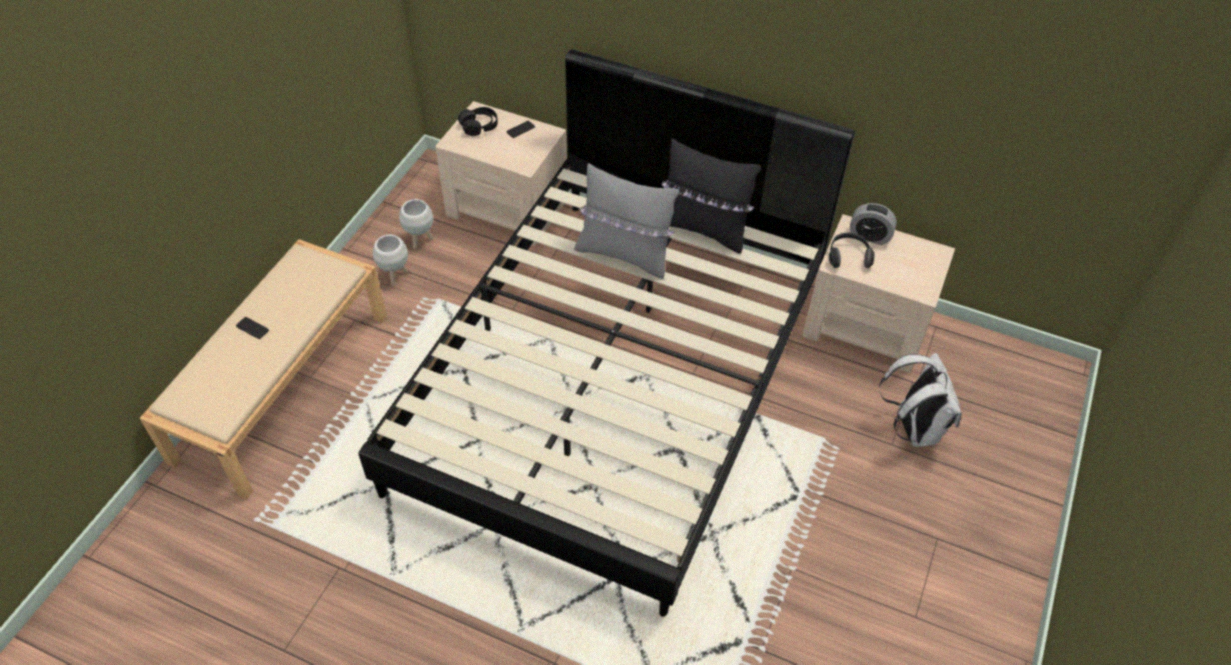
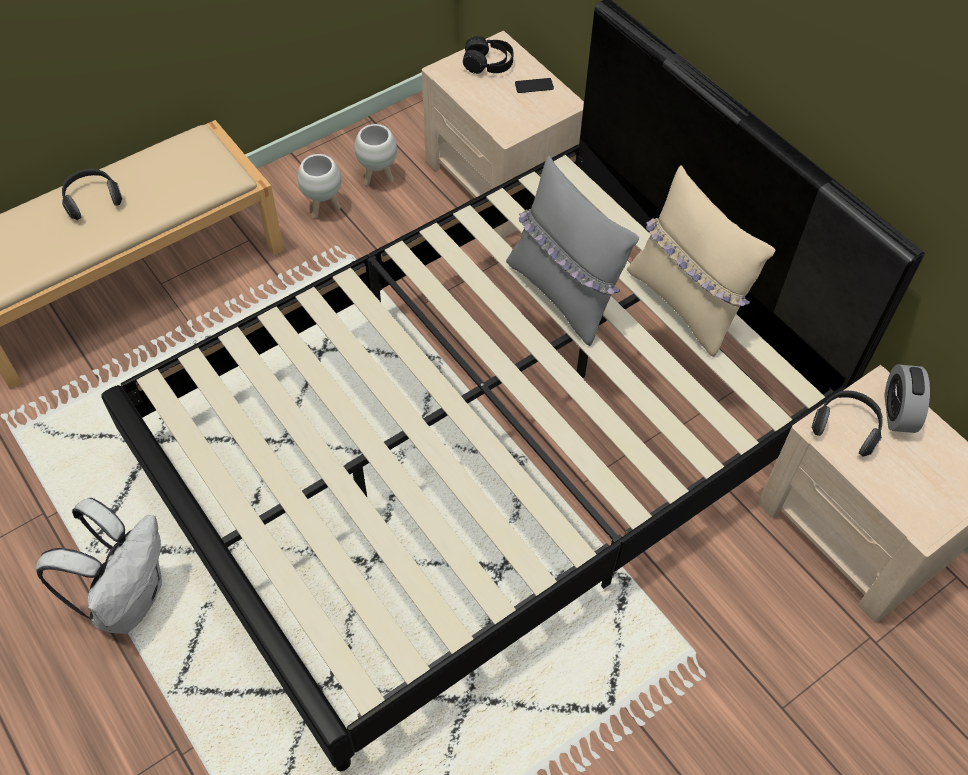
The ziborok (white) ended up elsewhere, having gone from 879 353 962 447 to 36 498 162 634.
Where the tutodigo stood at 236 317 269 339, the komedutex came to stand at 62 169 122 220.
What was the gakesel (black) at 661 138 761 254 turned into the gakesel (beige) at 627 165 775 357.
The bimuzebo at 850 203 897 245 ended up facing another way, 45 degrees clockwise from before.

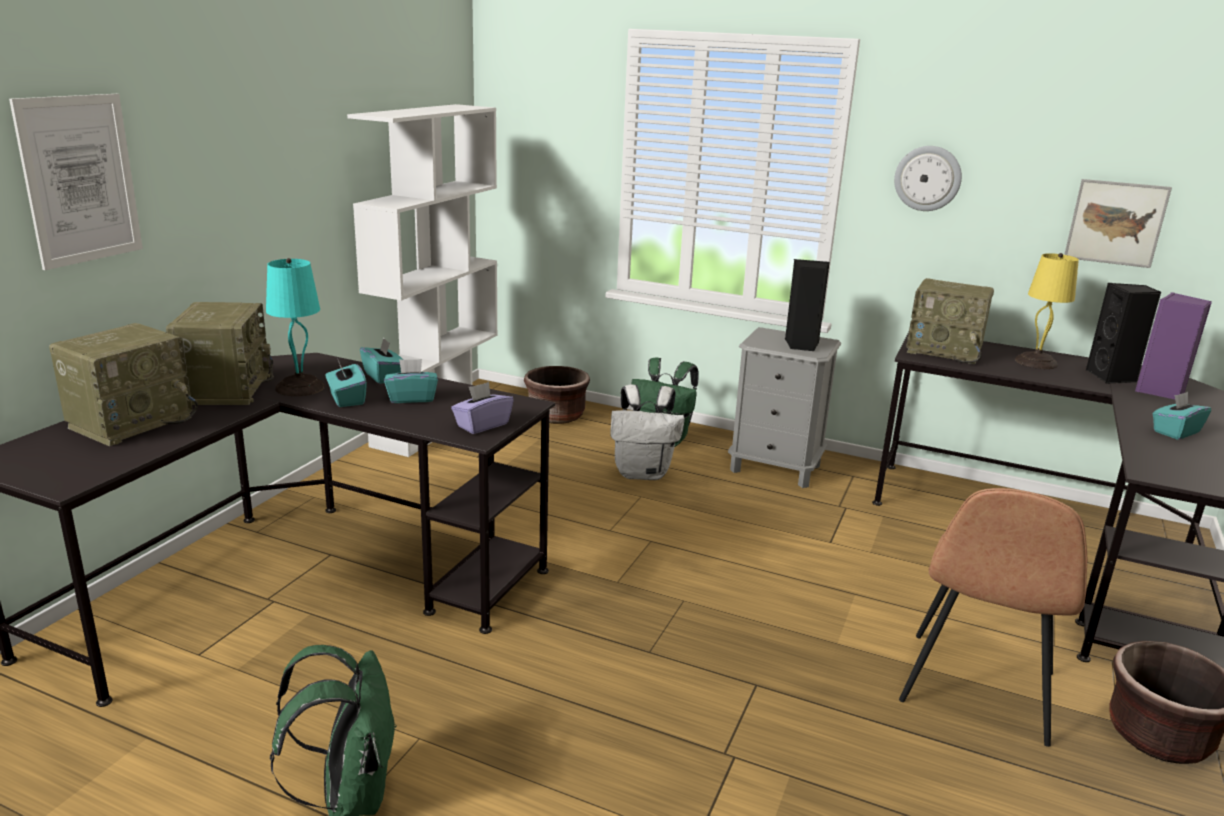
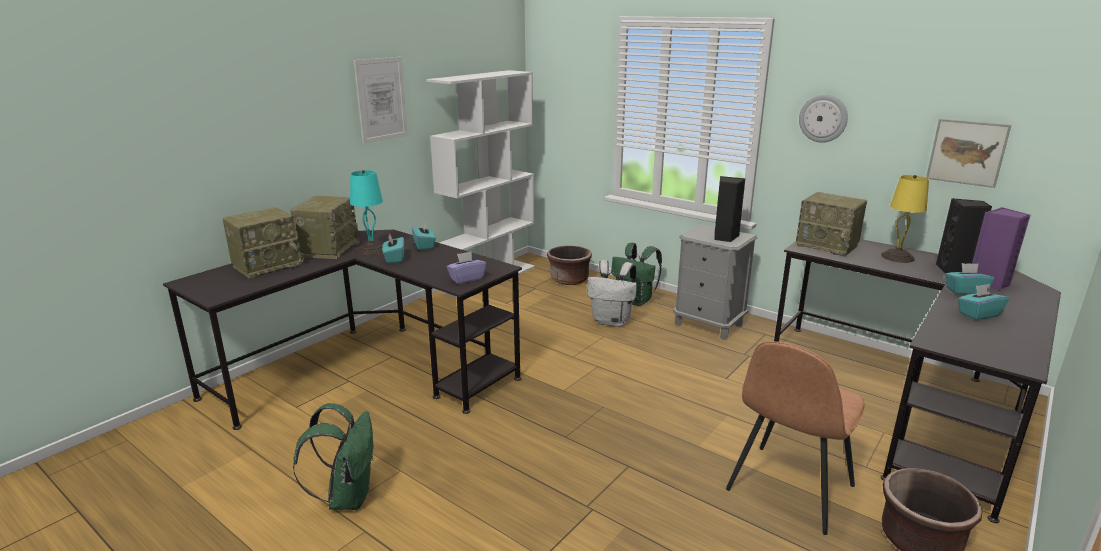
The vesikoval ended up elsewhere, having gone from 9 94 143 270 to 354 57 408 144.
The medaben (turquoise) ended up elsewhere, having gone from 384 359 438 403 to 945 263 994 294.

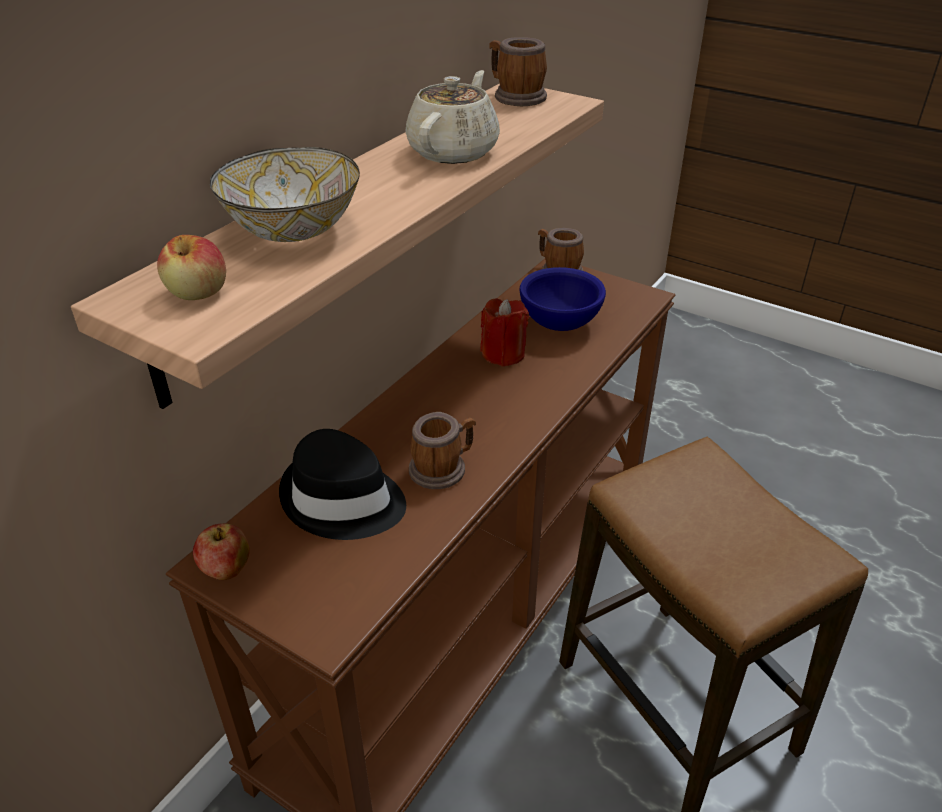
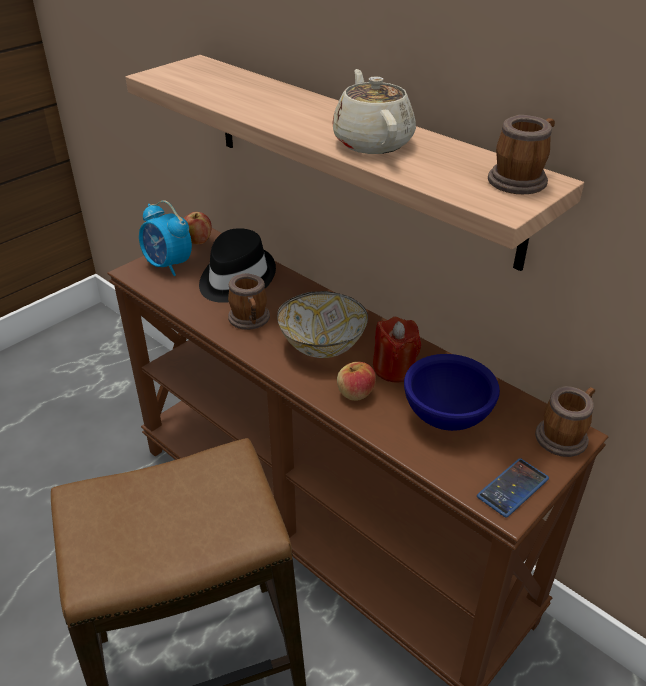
The second view gained the bimuzebo at 139 200 192 276.
The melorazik ended up elsewhere, having gone from 210 147 360 242 to 277 291 368 358.
The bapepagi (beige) at 405 70 500 164 ended up facing another way, 135 degrees counterclockwise from before.
The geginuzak ended up elsewhere, having gone from 157 235 226 300 to 337 362 376 401.
The second view gained the tutodigo at 477 458 549 518.

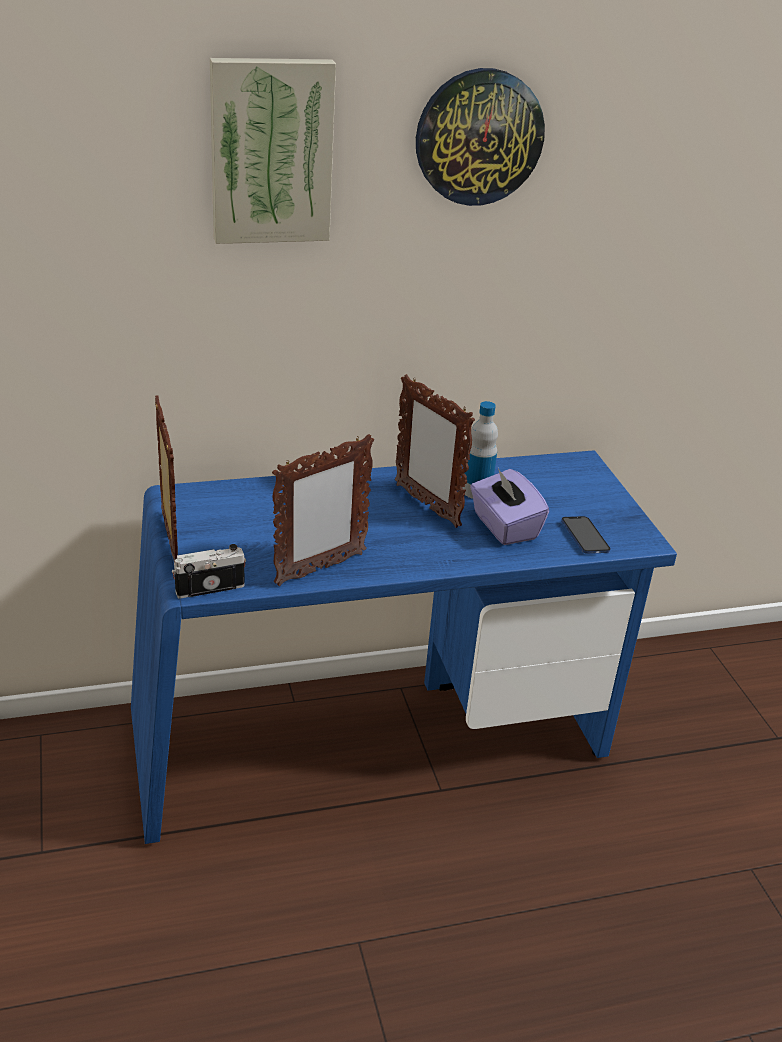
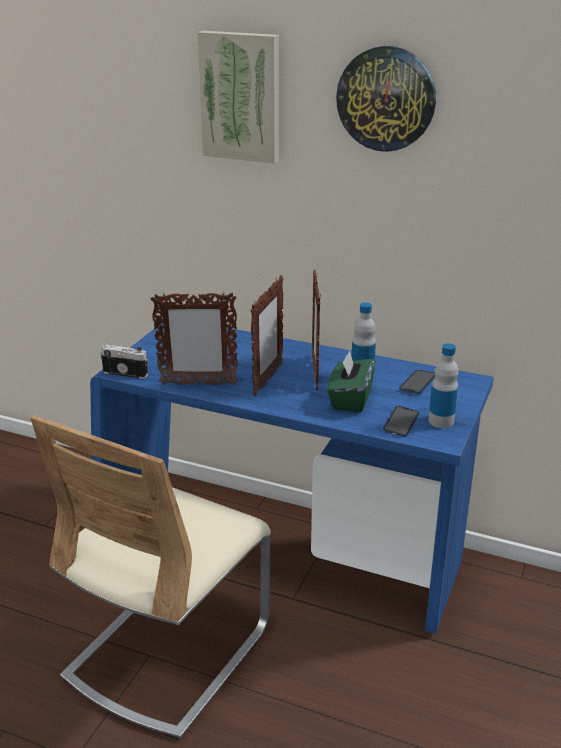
The second view gained the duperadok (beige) at 30 415 271 739.
The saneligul ended up elsewhere, having gone from 155 395 178 562 to 250 275 283 396.
What was the medaben (purple) at 470 468 549 545 turned into the medaben (green) at 327 350 376 412.
The second view gained the tutodigo at 399 370 435 394.
The second view gained the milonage at 428 343 459 428.

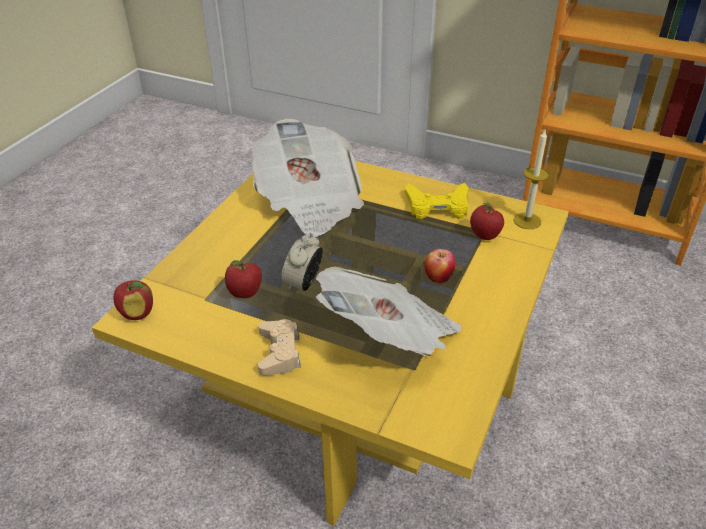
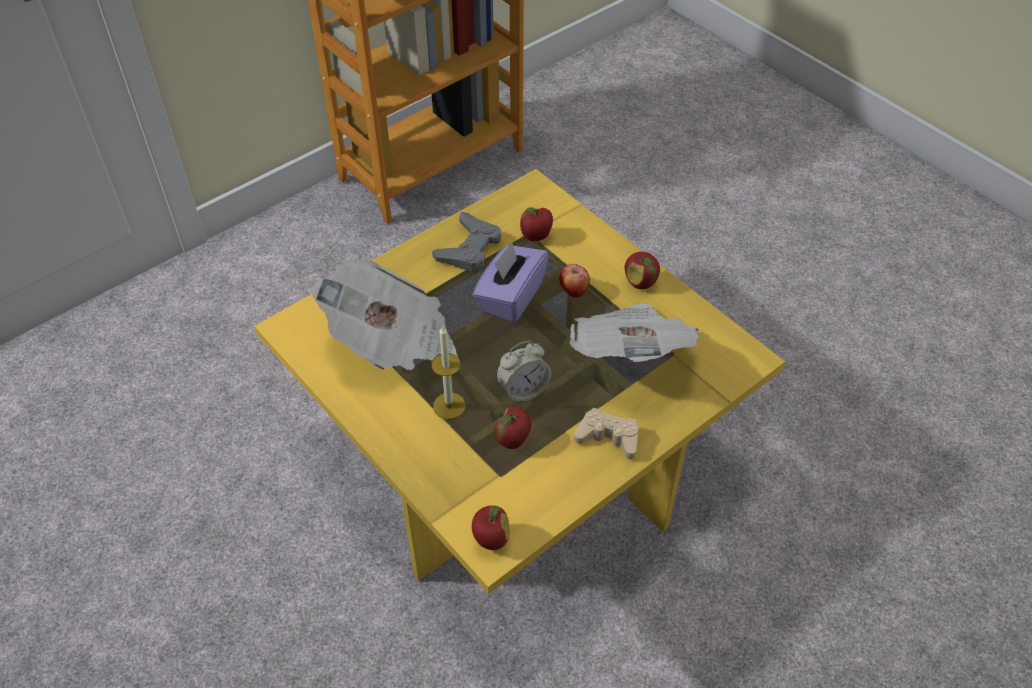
The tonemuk ended up elsewhere, having gone from 513 130 549 229 to 431 325 466 419.
What was the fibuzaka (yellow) at 405 183 469 219 turned into the fibuzaka (grey) at 432 212 501 272.
The second view gained the medaben (purple) at 473 242 549 323.
The bimuzebo at 281 233 323 291 ended up facing another way, 75 degrees counterclockwise from before.
The second view gained the geginuzak at 624 252 660 289.

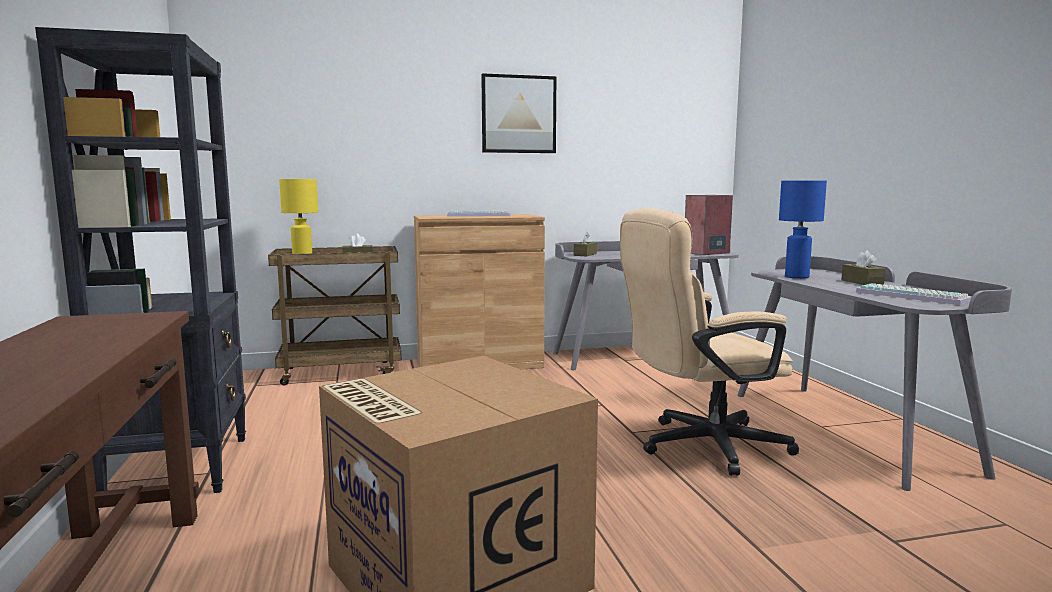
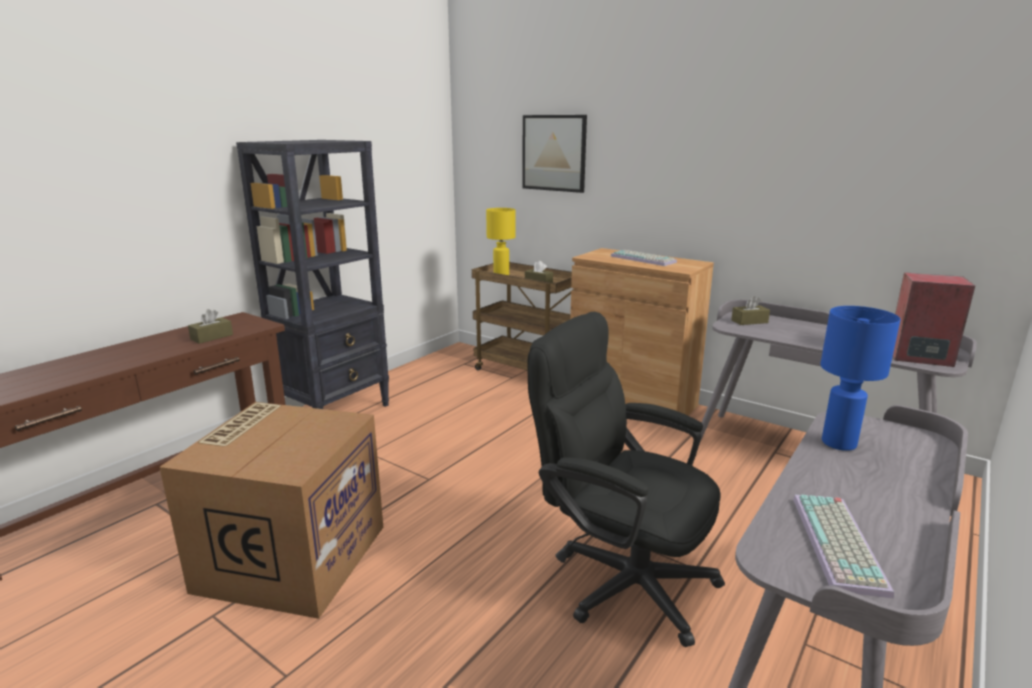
The medaben (brown) ended up elsewhere, having gone from 841 250 885 285 to 188 309 233 344.
The vesikoval ended up elsewhere, having gone from 481 73 556 153 to 522 115 587 193.
What was the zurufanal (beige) at 620 208 799 476 turned into the zurufanal (black) at 527 312 725 647.

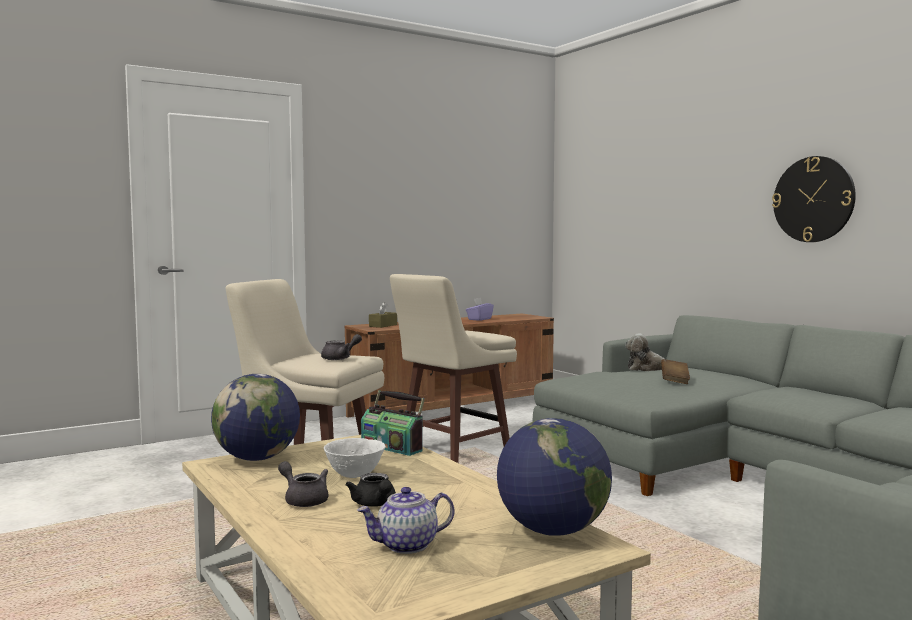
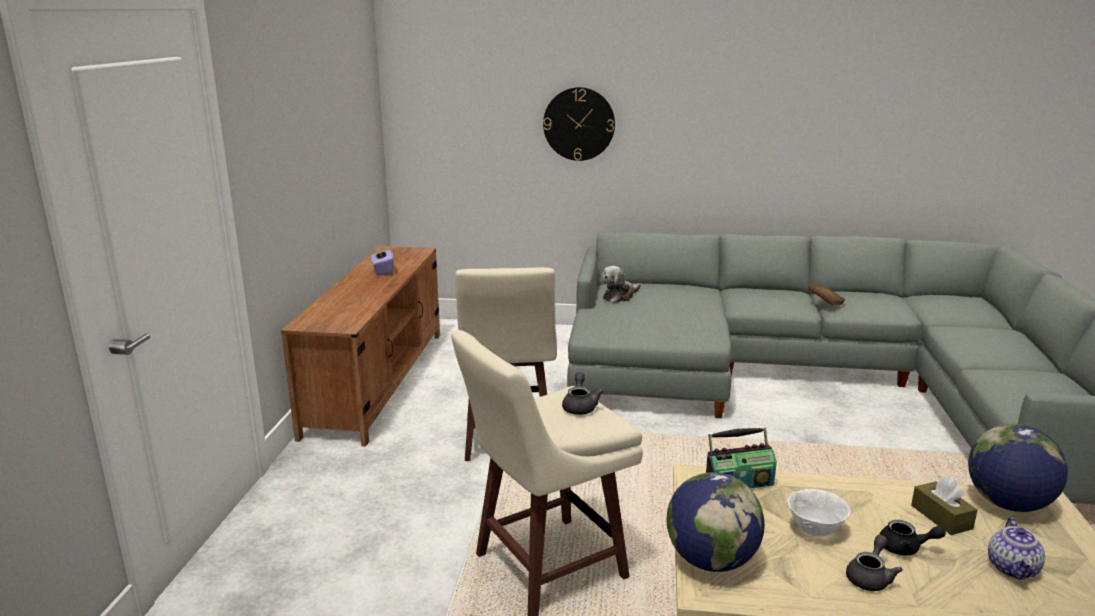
The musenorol ended up elsewhere, having gone from 772 156 856 242 to 543 87 615 161.
The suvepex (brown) ended up elsewhere, having gone from 661 359 690 384 to 808 284 845 306.
The bapepagi (grey) at 278 461 328 507 ended up facing another way, 135 degrees clockwise from before.
The medaben (brown) ended up elsewhere, having gone from 369 302 397 328 to 911 476 978 535.

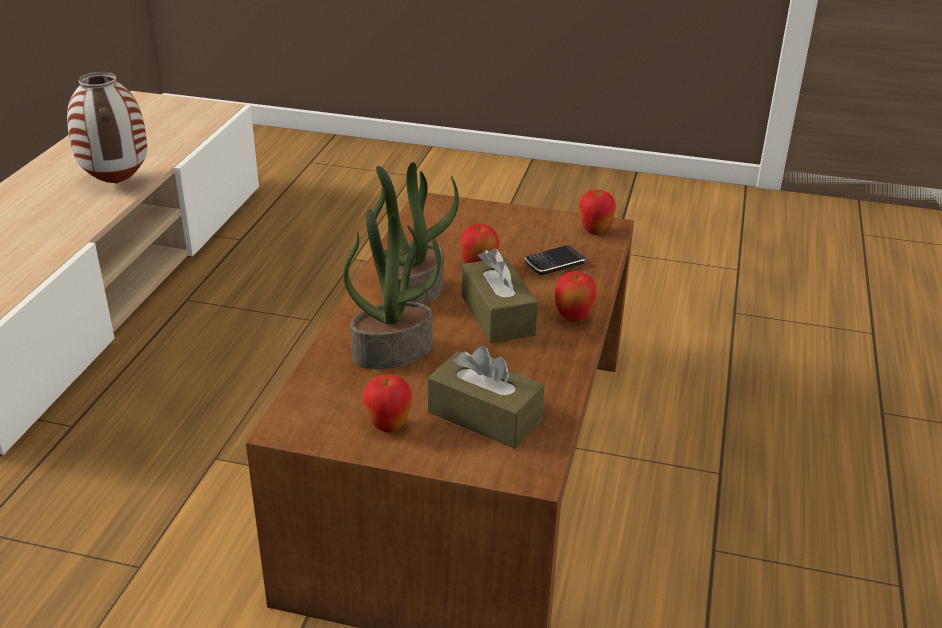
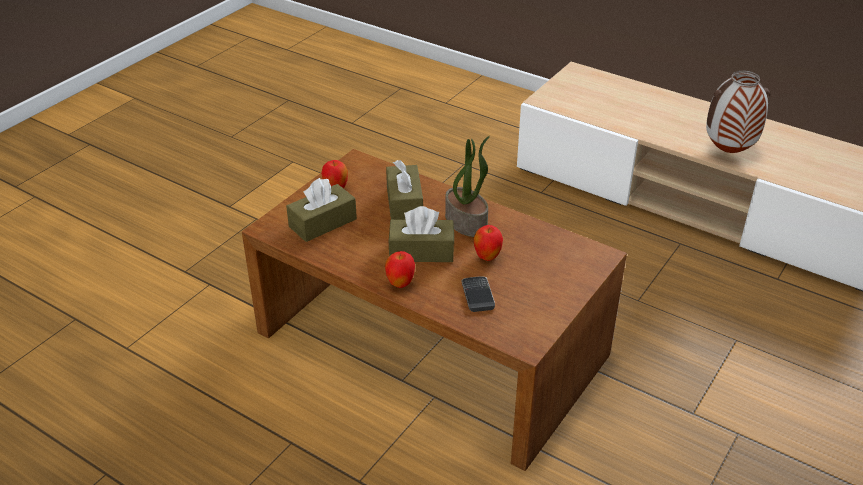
Where the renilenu stood at 343 209 441 369, the medaben (brown) came to stand at 386 160 423 220.
The second view lost the geginuzak at 579 189 616 235.

